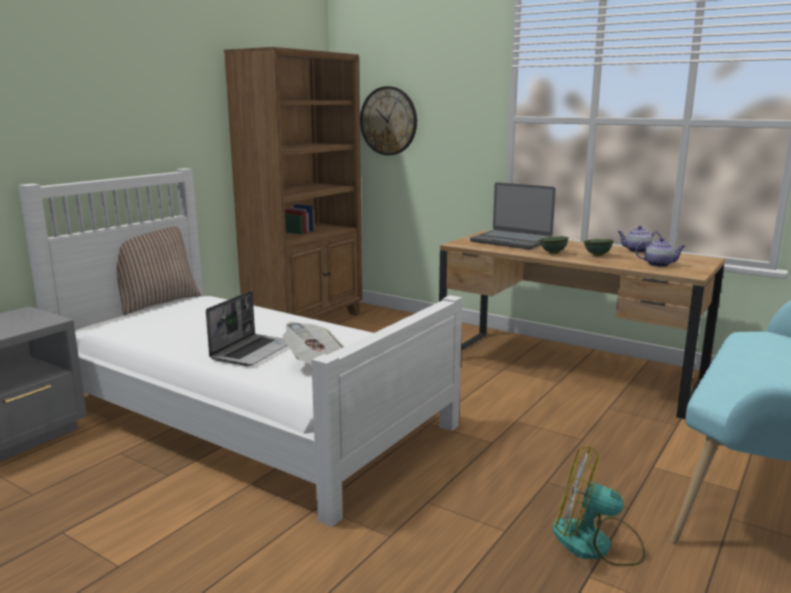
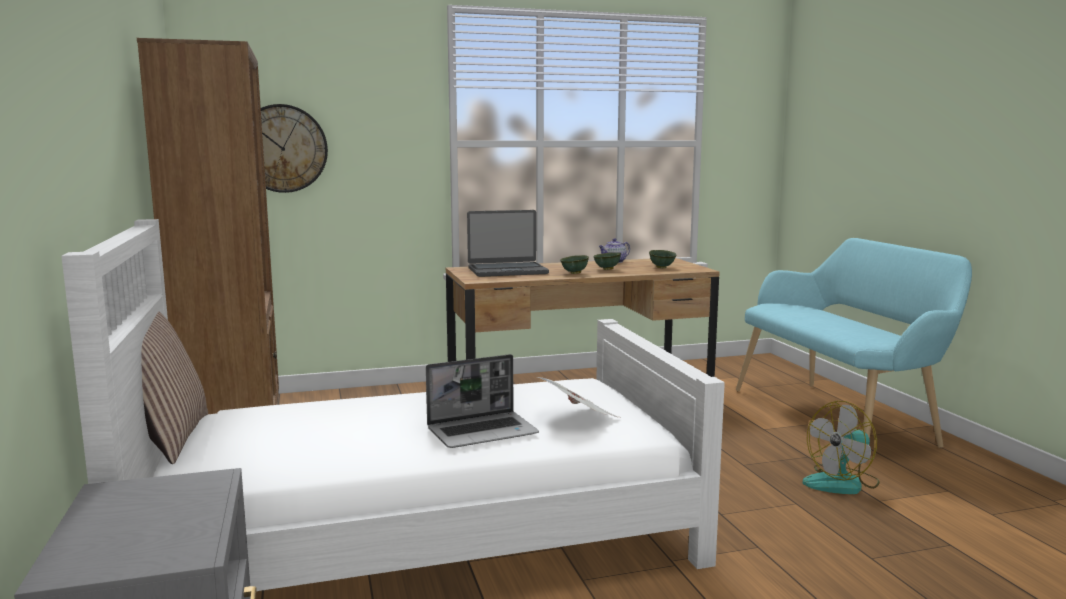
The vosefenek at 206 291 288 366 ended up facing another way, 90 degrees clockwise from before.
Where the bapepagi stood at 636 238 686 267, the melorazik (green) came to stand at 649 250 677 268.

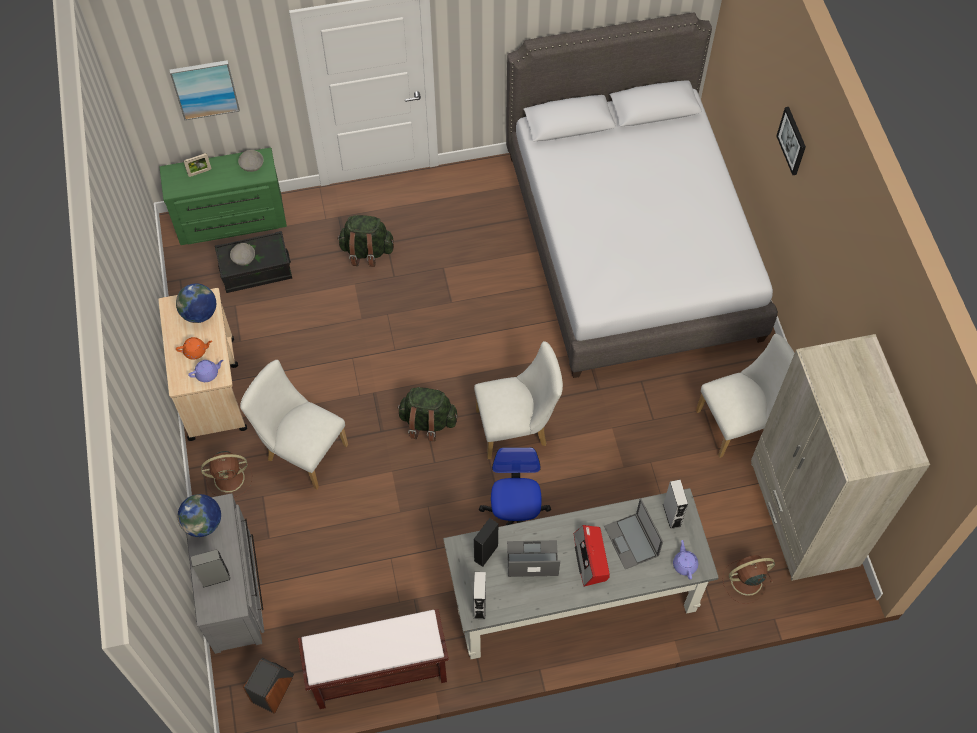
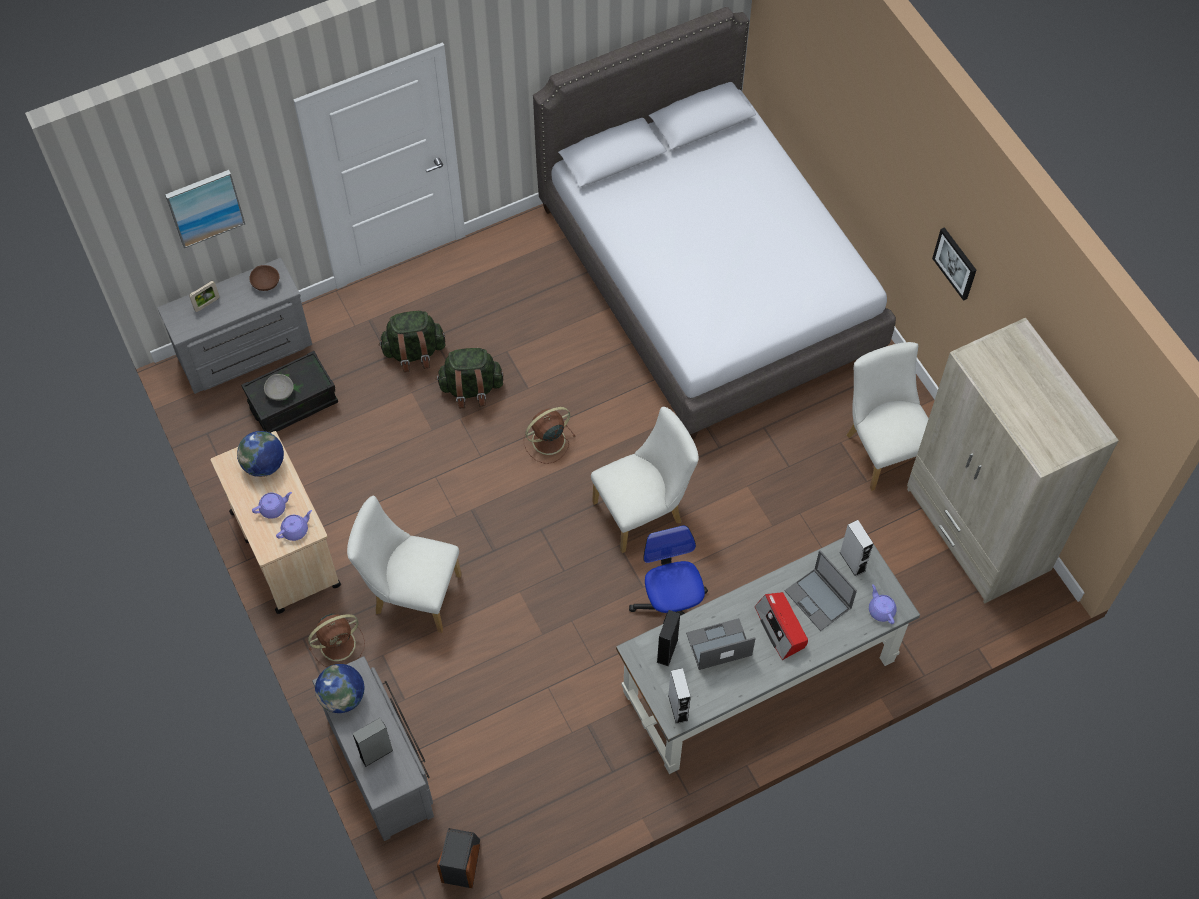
What was the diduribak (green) at 159 148 287 245 turned into the diduribak (grey) at 157 258 312 394.
What was the melorazik (grey) at 238 150 264 172 turned into the melorazik (brown) at 249 265 279 291.
What was the bapepagi (orange) at 176 337 212 360 turned into the bapepagi (purple) at 252 492 292 519.
The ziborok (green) ended up elsewhere, having gone from 397 387 457 441 to 436 348 503 409.
The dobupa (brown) ended up elsewhere, having gone from 723 555 775 604 to 524 407 575 464.
The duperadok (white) at 696 334 795 458 ended up facing another way, 75 degrees counterclockwise from before.
The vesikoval ended up elsewhere, having gone from 776 107 806 175 to 932 227 976 301.
The second view lost the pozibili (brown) at 298 609 449 709.

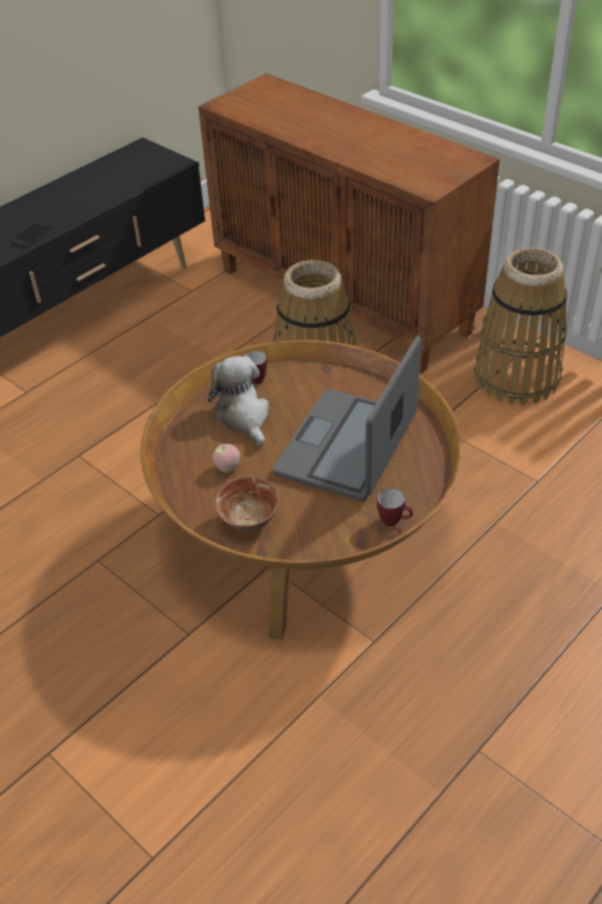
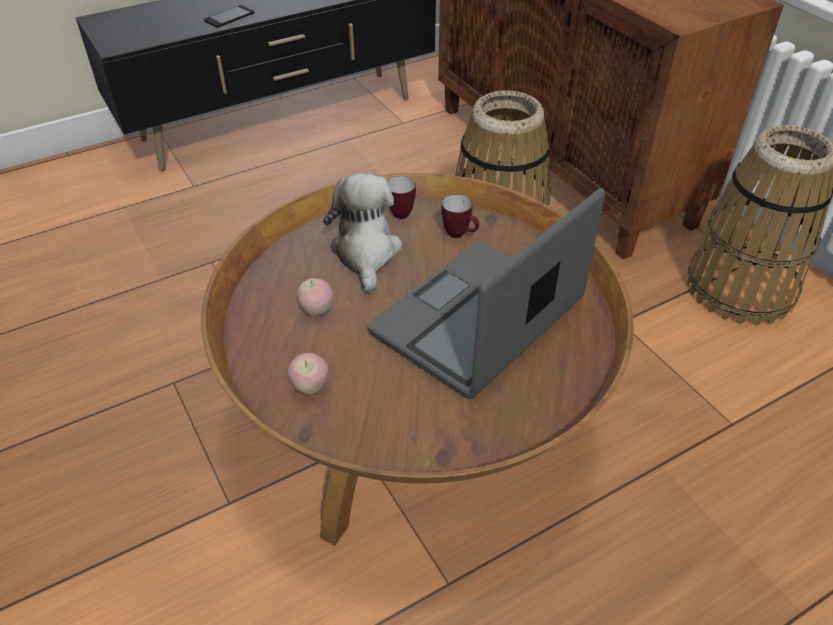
Where the melorazik stood at 215 476 280 532, the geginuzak came to stand at 288 353 329 394.
The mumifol ended up elsewhere, having gone from 377 488 413 526 to 441 194 479 238.

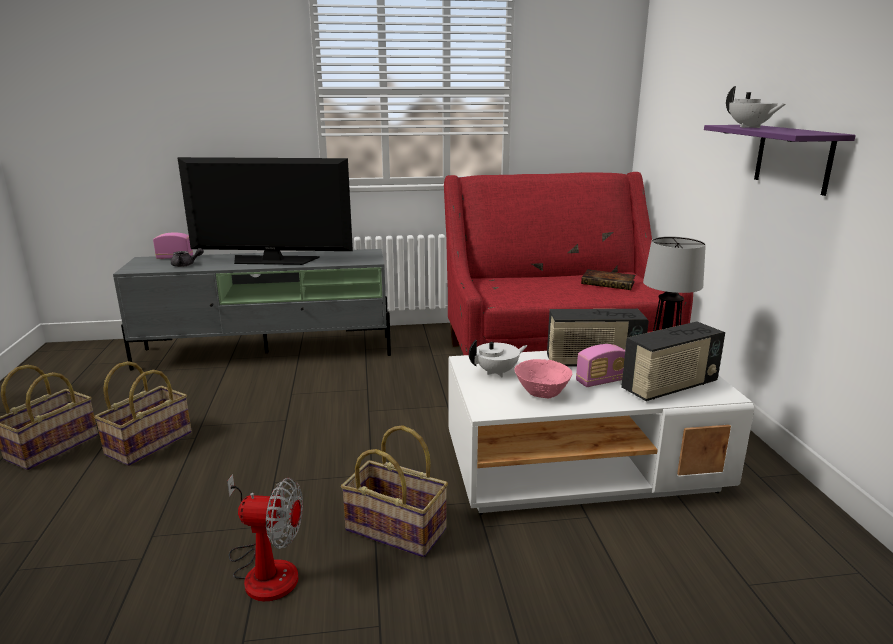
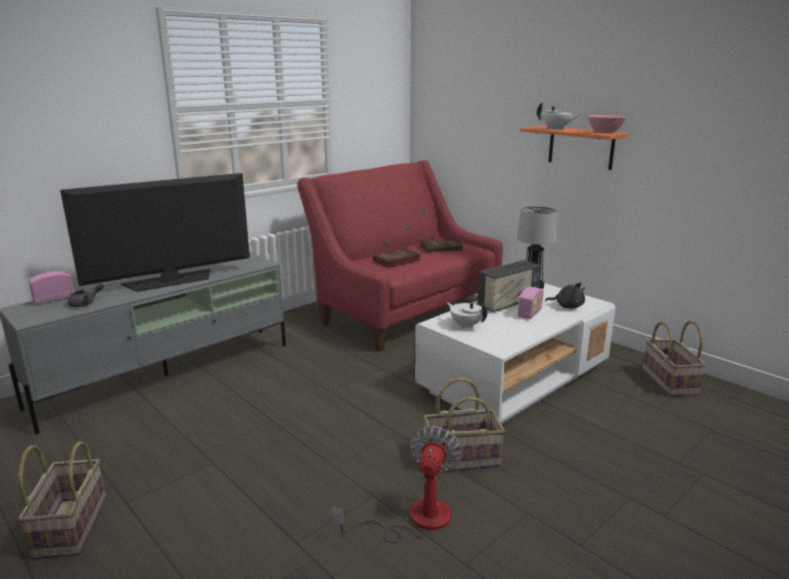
The dobupa at 227 474 303 601 ended up facing another way, 45 degrees counterclockwise from before.
The second view gained the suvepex at 373 248 421 268.
The bapepagi (white) at 469 340 528 377 ended up facing another way, 75 degrees counterclockwise from before.
What was the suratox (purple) at 704 125 856 196 turned into the suratox (orange) at 520 126 630 170.
Where the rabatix stood at 621 321 725 401, the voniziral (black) came to stand at 545 283 585 308.
The melorazik (pink) ended up elsewhere, having gone from 515 359 572 398 to 587 115 627 133.
The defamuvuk ended up elsewhere, having gone from 94 361 192 466 to 642 320 706 396.

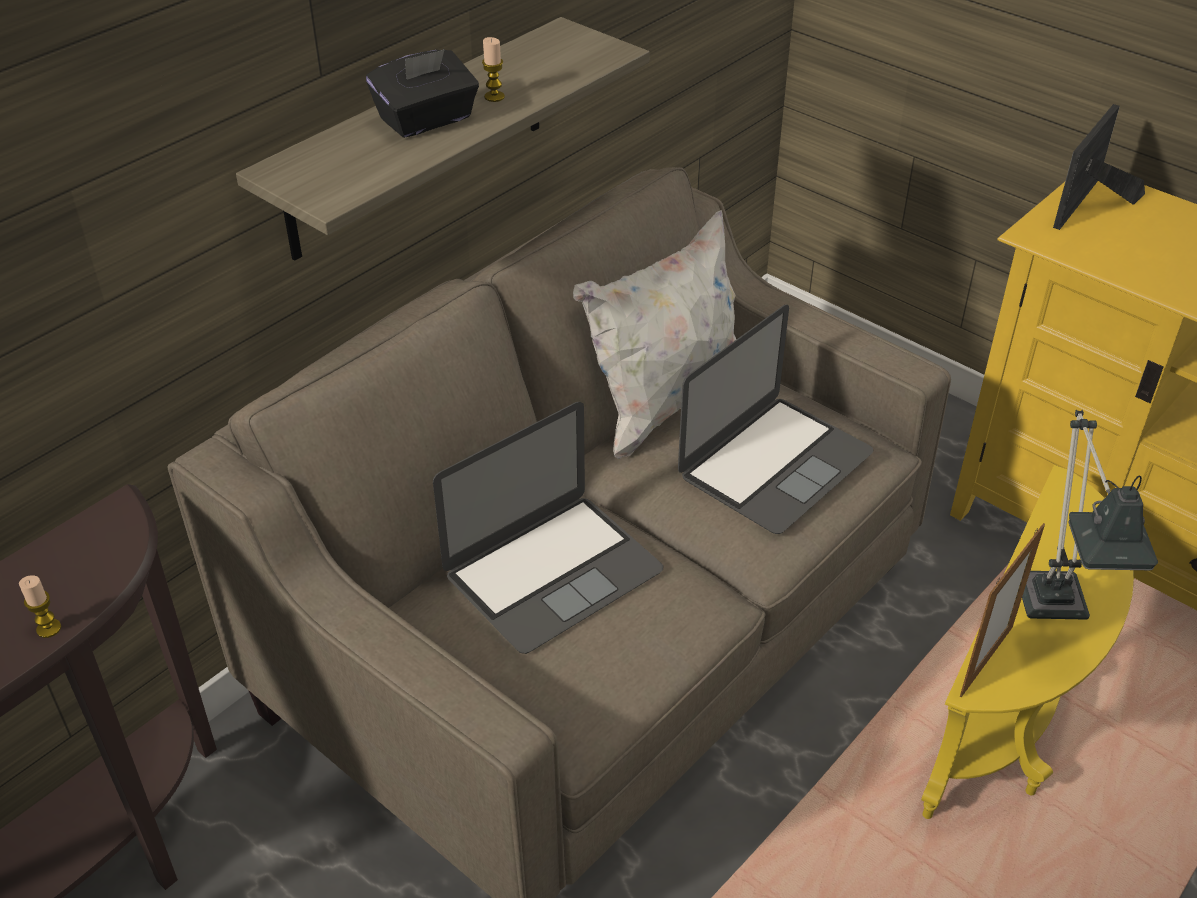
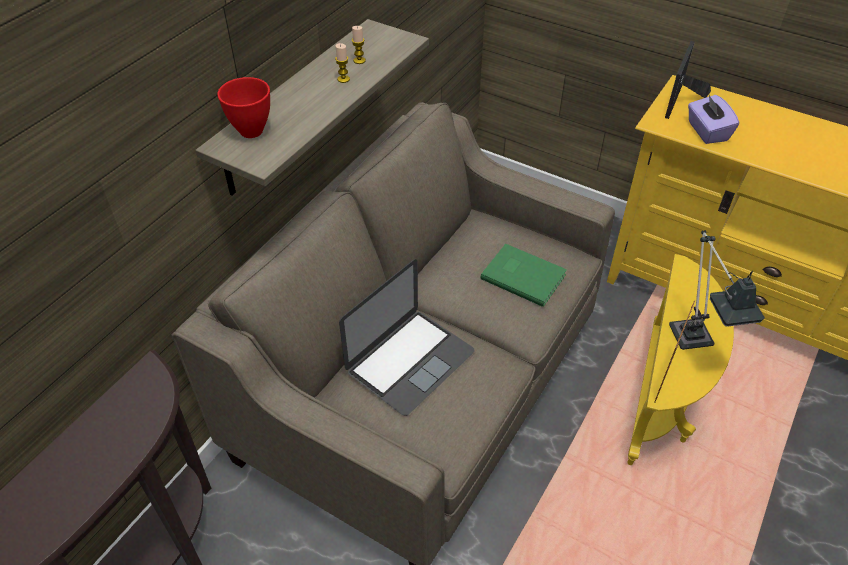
The second view gained the melorazik (red) at 217 77 270 138.
The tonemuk ended up elsewhere, having gone from 19 575 61 638 to 352 26 366 64.
Where the vosefenek stood at 678 305 874 534, the suvepex (green) came to stand at 481 244 567 307.
The second view gained the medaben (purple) at 688 95 739 144.
The second view lost the medaben (black) at 366 49 479 138.
The second view lost the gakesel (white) at 573 210 736 459.

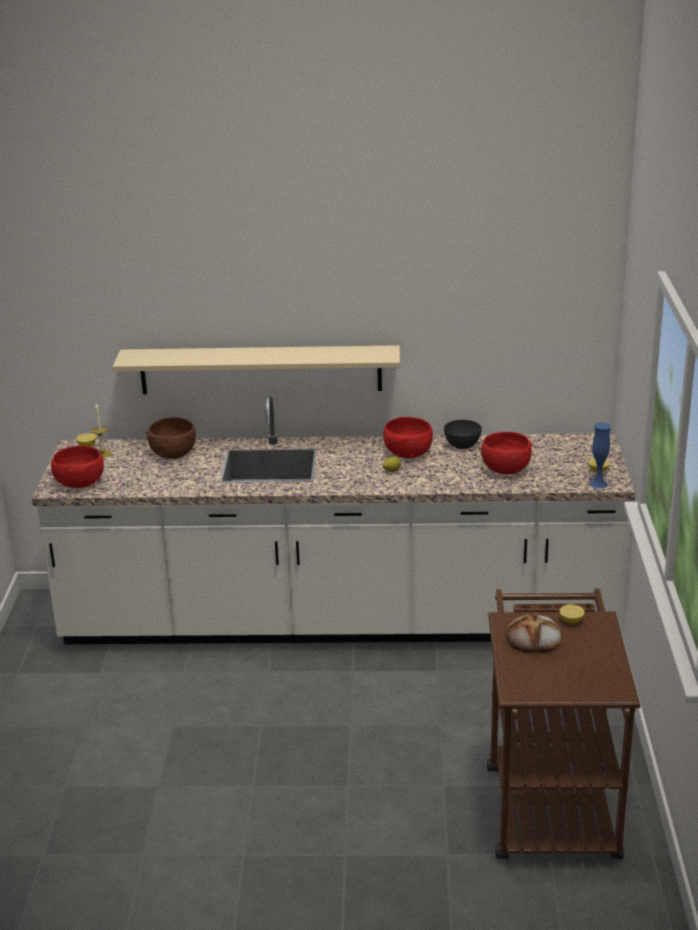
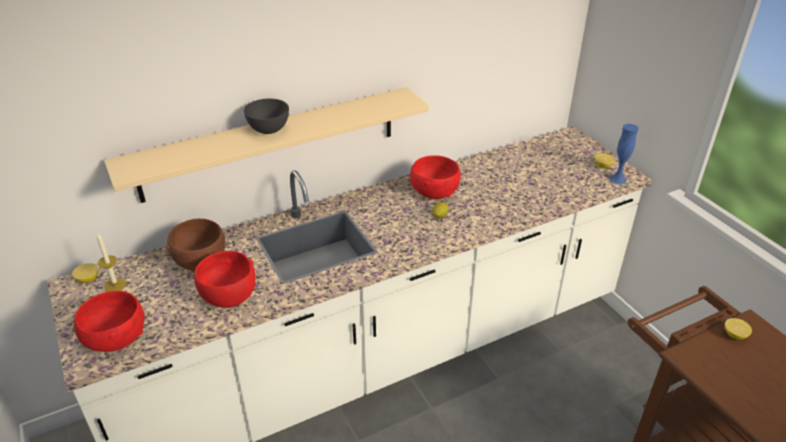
The melorazik (red) ended up elsewhere, having gone from 481 432 533 474 to 194 251 256 308.
The melorazik (grey) ended up elsewhere, having gone from 444 420 482 449 to 244 98 289 134.
The second view lost the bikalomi at 506 613 561 653.

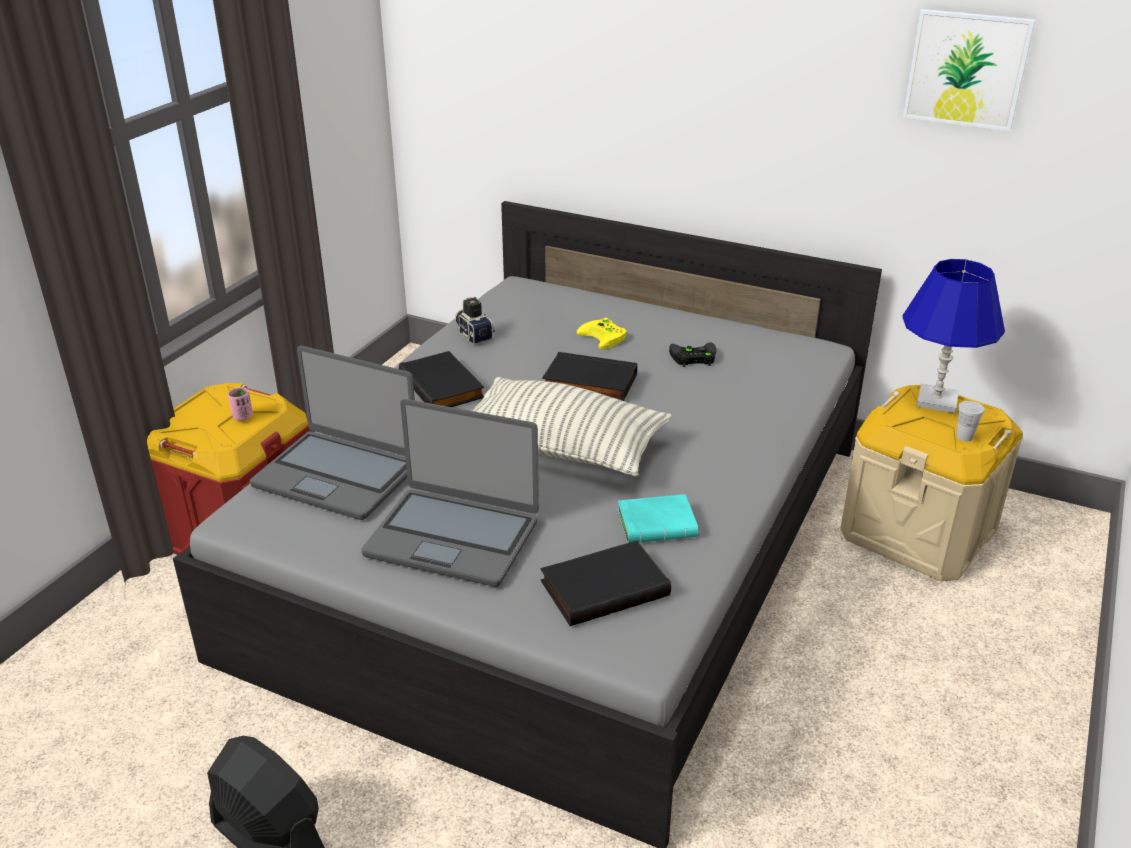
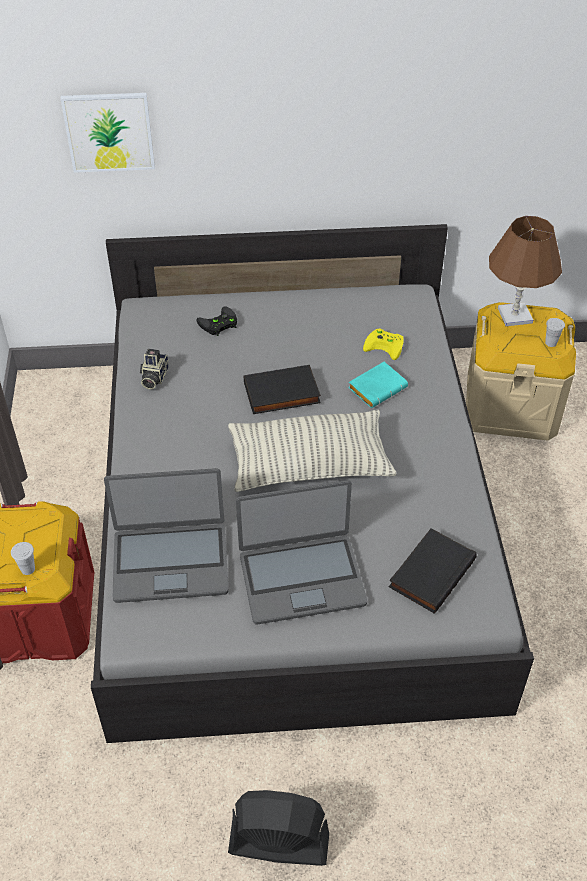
The second view gained the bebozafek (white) at 11 542 35 575.
The vesikoval ended up elsewhere, having gone from 903 9 1035 131 to 61 93 155 173.
The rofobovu at 455 296 495 344 ended up facing another way, 105 degrees counterclockwise from before.
The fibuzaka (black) ended up elsewhere, having gone from 669 342 716 367 to 197 306 237 336.
The suvepex (turquoise) ended up elsewhere, having gone from 617 494 699 543 to 348 362 408 408.
The fibuzaka (yellow) ended up elsewhere, having gone from 577 318 627 349 to 363 328 404 360.
What was the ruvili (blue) at 902 259 1005 413 turned into the ruvili (brown) at 489 216 562 326.
The second view lost the bebozafek (pink) at 228 387 253 421.
The second view lost the suvepex (black) at 399 351 484 407.

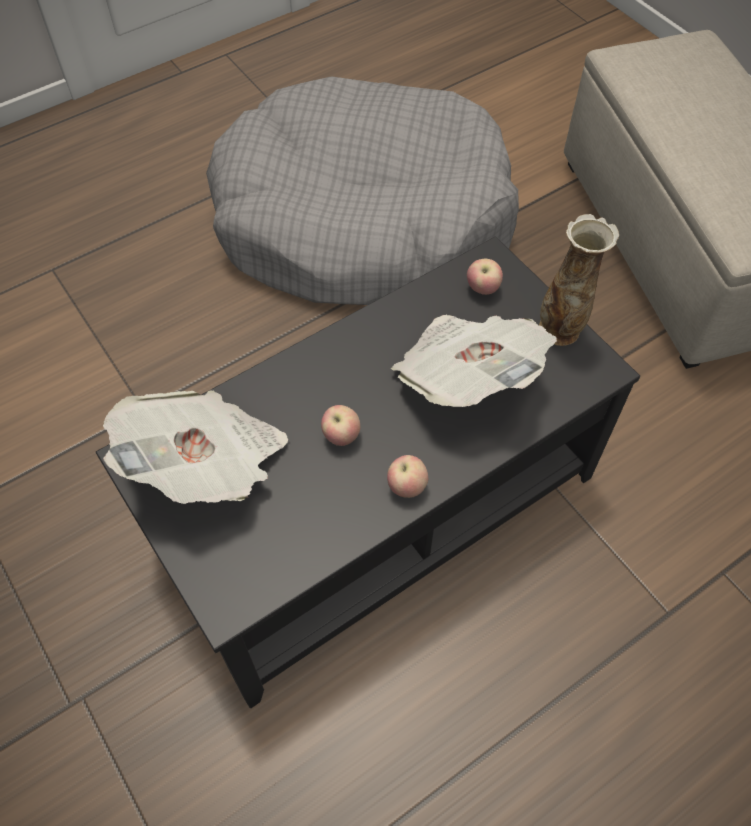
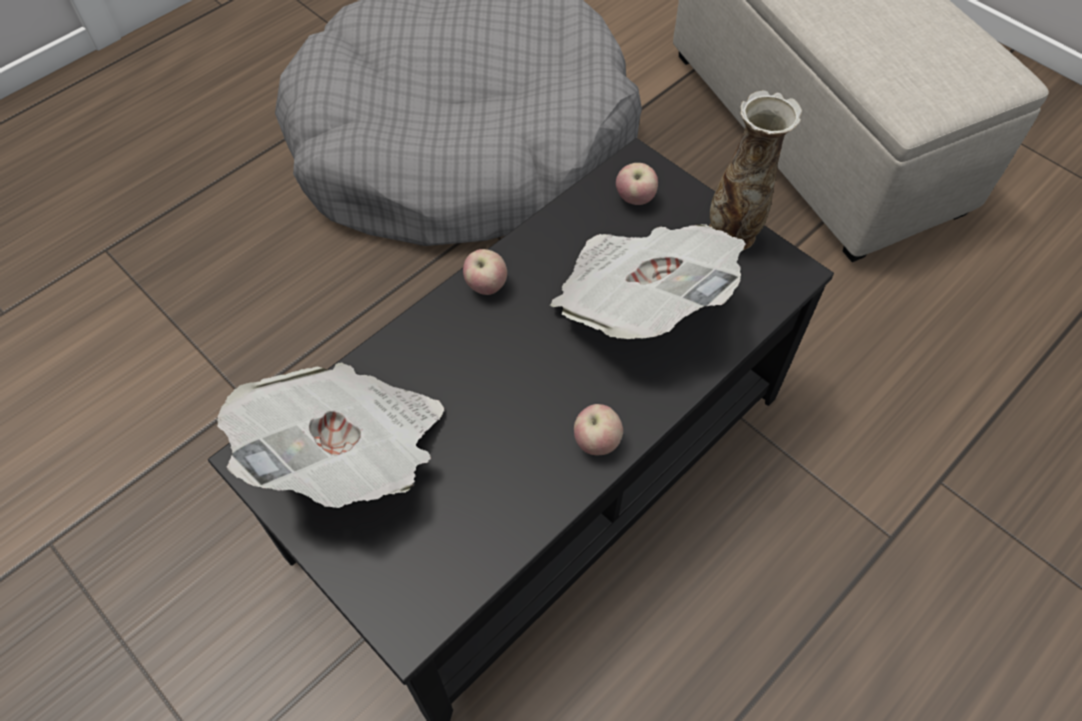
The geginuzak ended up elsewhere, having gone from 321 405 361 446 to 463 249 507 295.

